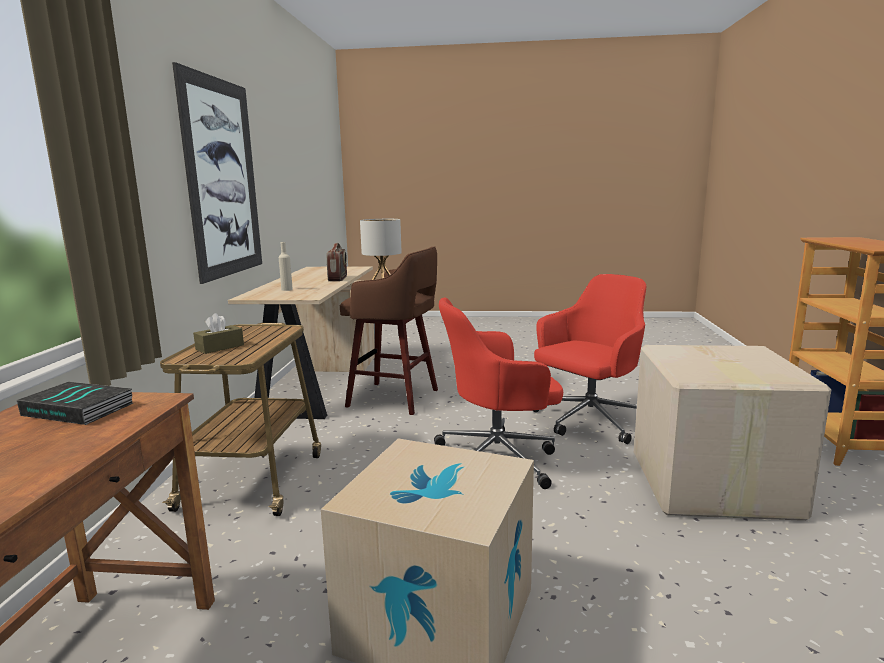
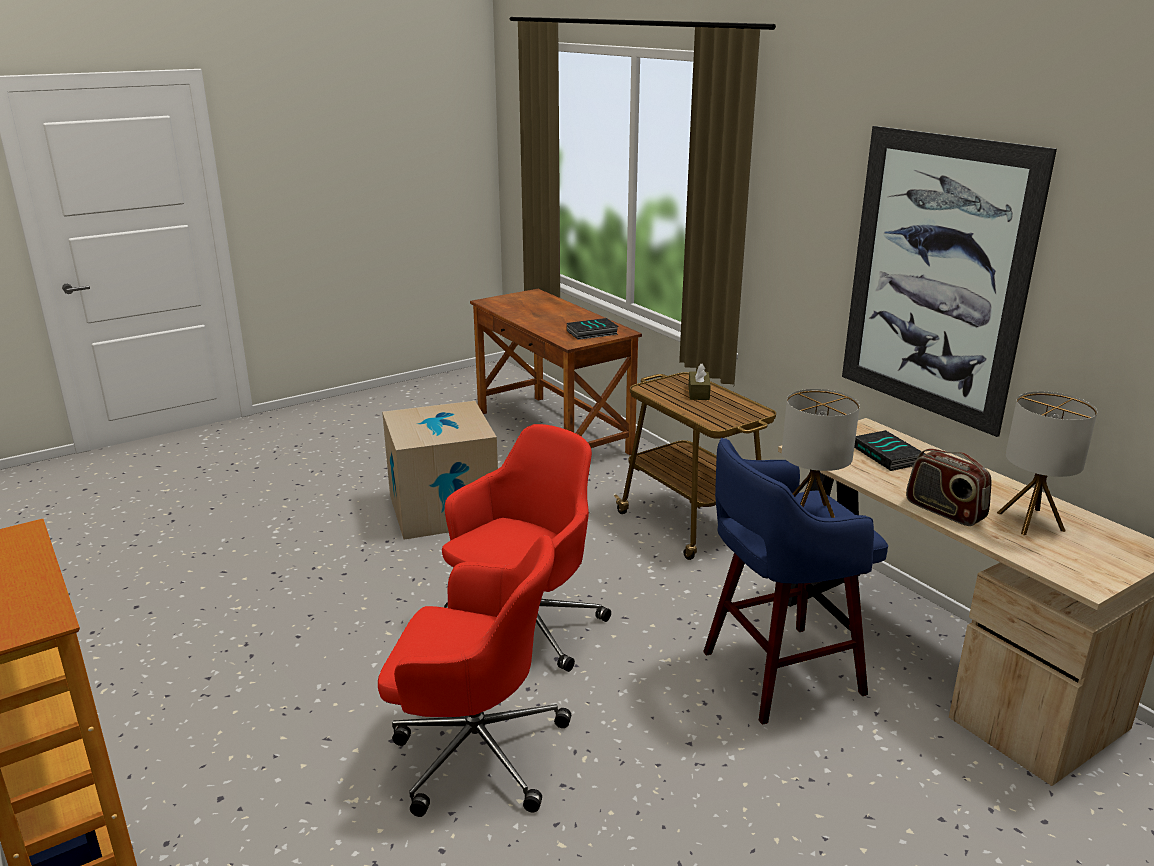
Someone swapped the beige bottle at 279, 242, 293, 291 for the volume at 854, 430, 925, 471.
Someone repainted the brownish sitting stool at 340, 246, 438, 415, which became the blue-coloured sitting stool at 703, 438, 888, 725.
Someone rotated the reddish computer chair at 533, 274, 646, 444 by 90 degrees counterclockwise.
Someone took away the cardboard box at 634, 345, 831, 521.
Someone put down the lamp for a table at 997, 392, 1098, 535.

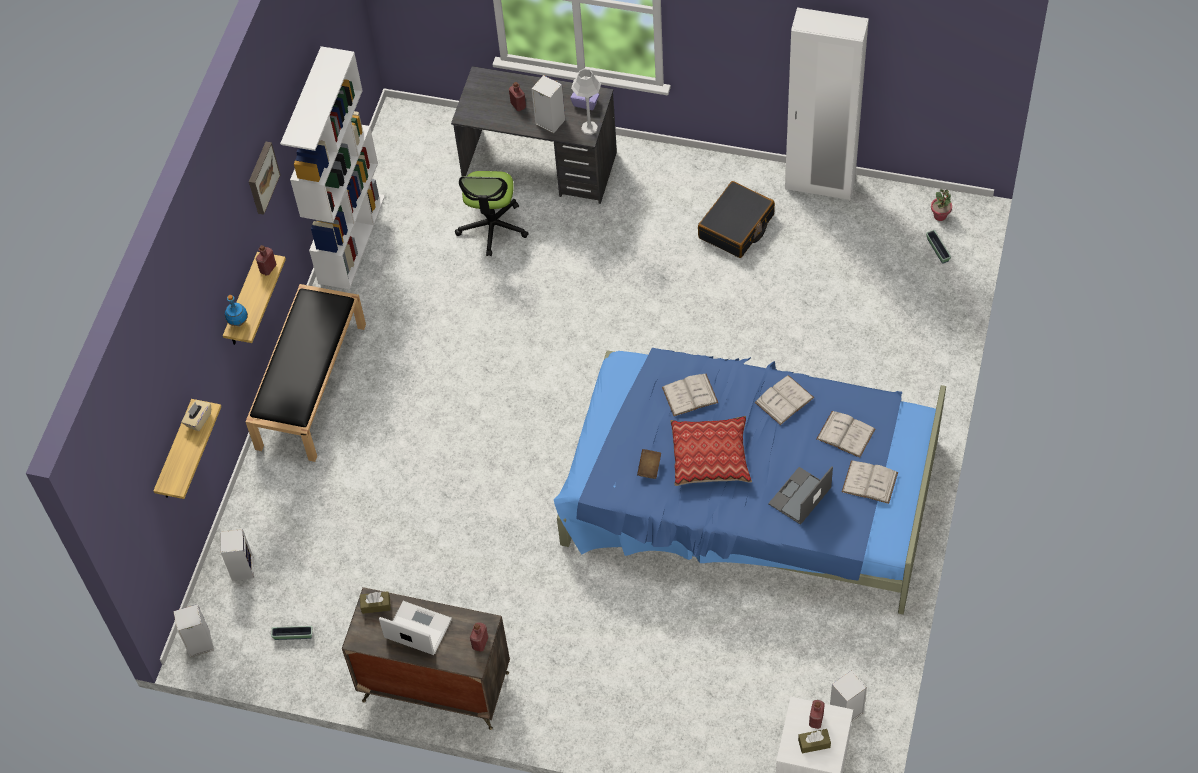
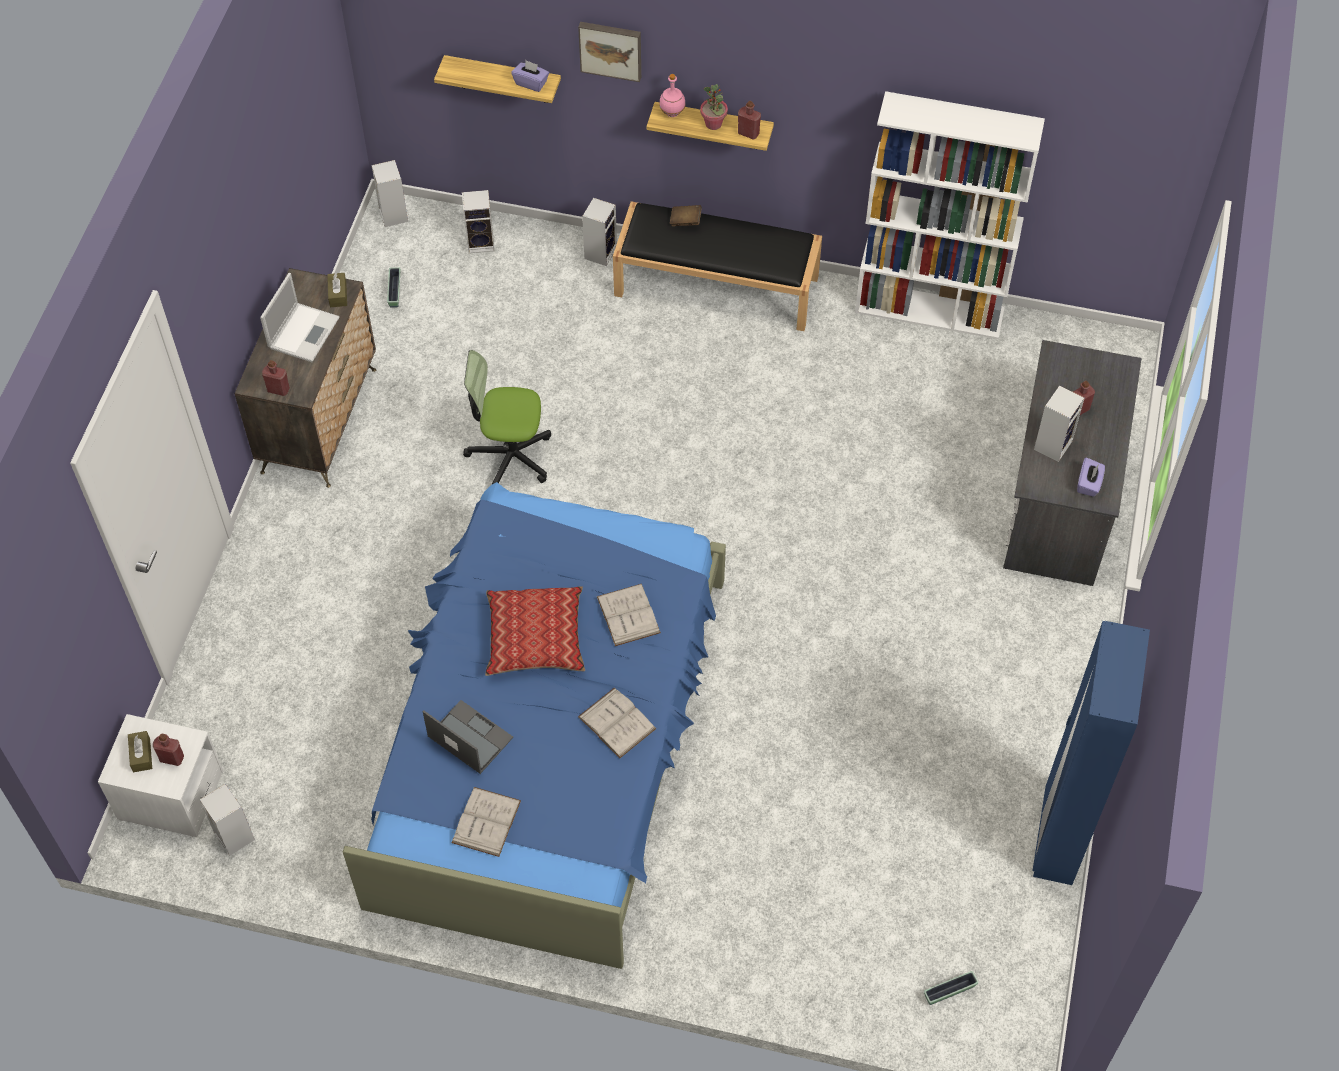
Someone repainted the white-coloured armoire at 785, 8, 869, 200, which became the blue-coloured armoire at 1033, 621, 1150, 885.
Someone took away the greyish lamp for a table at 571, 69, 601, 135.
Someone carried the picture from 249, 142, 281, 215 to 578, 22, 641, 82.
Someone carried the computer chair from 455, 171, 529, 256 to 463, 350, 551, 484.
Someone took away the blackish piece of luggage at 698, 181, 775, 258.
Someone carried the houseplant from 931, 189, 952, 221 to 700, 84, 728, 130.
Someone repainted the blue-coloured bottle at 225, 295, 248, 326, which became the pink-coloured bottle at 659, 74, 685, 117.
Someone repainted the beige tissue holder at 182, 400, 211, 431, which became the purple-coloured tissue holder at 511, 60, 549, 92.
Someone took away the white-coloured volume at 817, 411, 875, 458.
Someone carried the brownish volume from 637, 449, 661, 479 to 670, 205, 702, 226.
Someone put down the speaker at 582, 198, 617, 266.

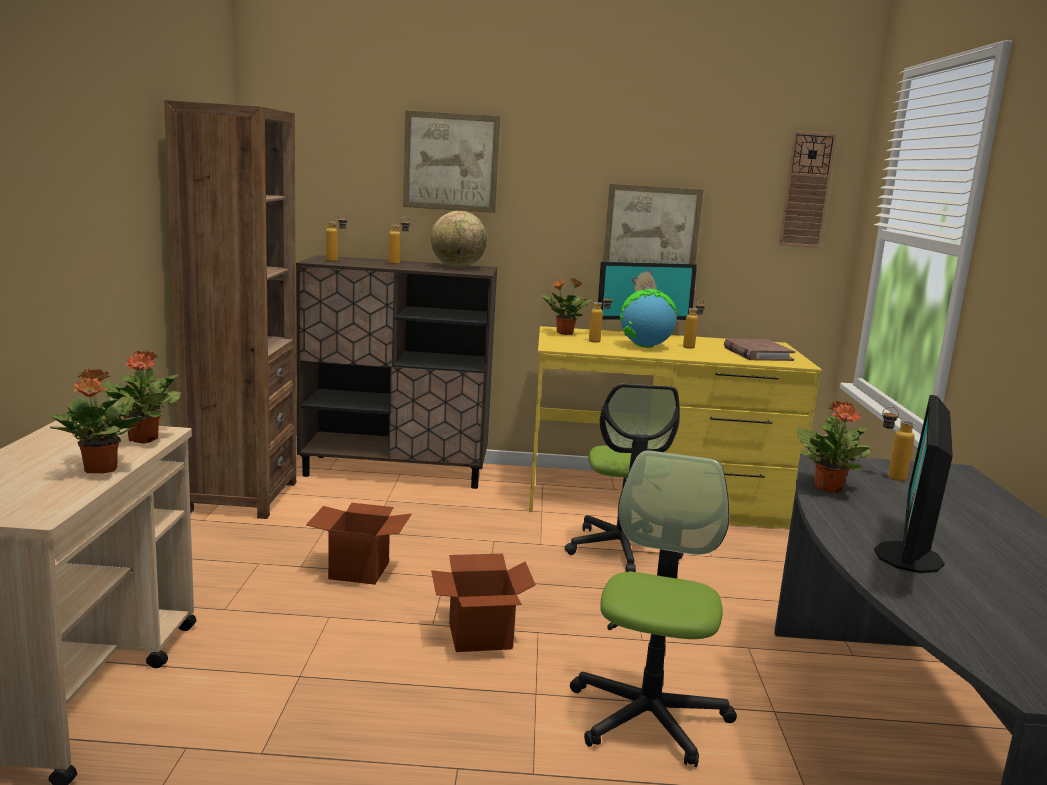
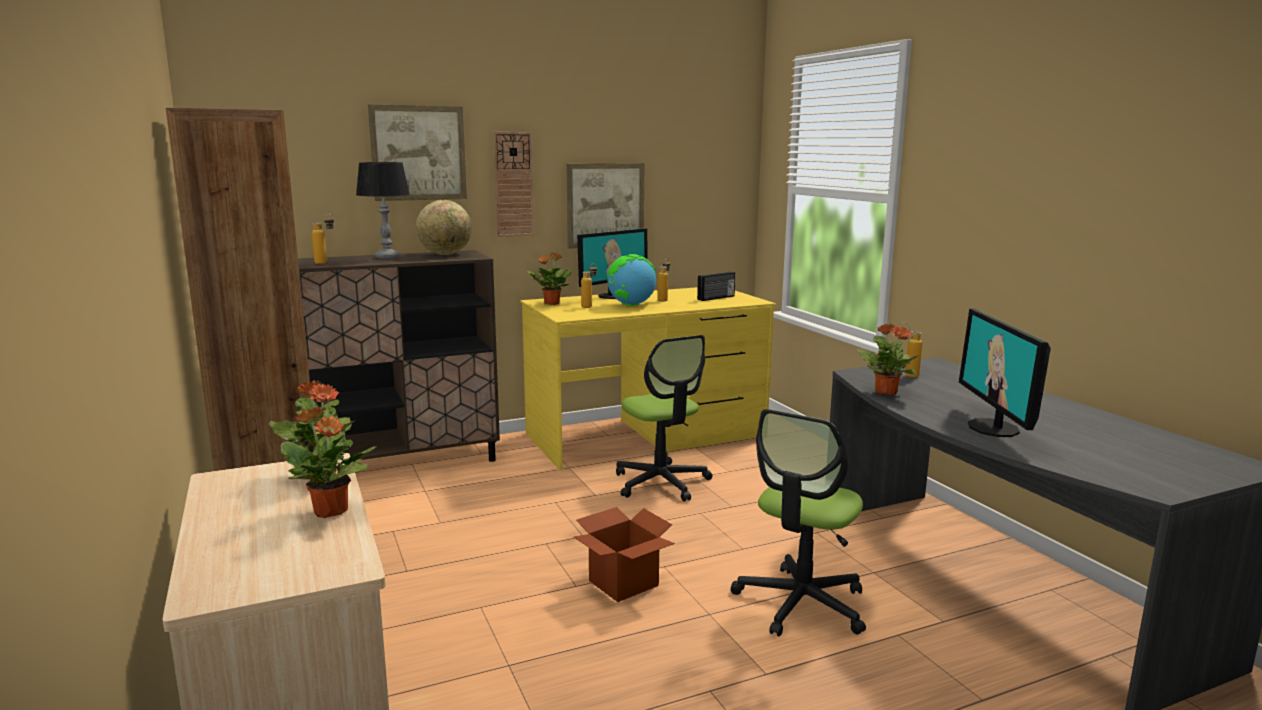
Someone carried the clock on the wall from 779, 131, 837, 248 to 493, 132, 534, 237.
Someone swapped the bottle at 388, 217, 410, 264 for the lamp for a table at 356, 162, 410, 259.
Someone swapped the brownish volume at 724, 338, 795, 361 for the radio receiver at 697, 272, 735, 301.
Someone rotated the computer chair at 570, 450, 737, 767 by 135 degrees counterclockwise.
Someone took away the cardboard box at 306, 503, 412, 585.

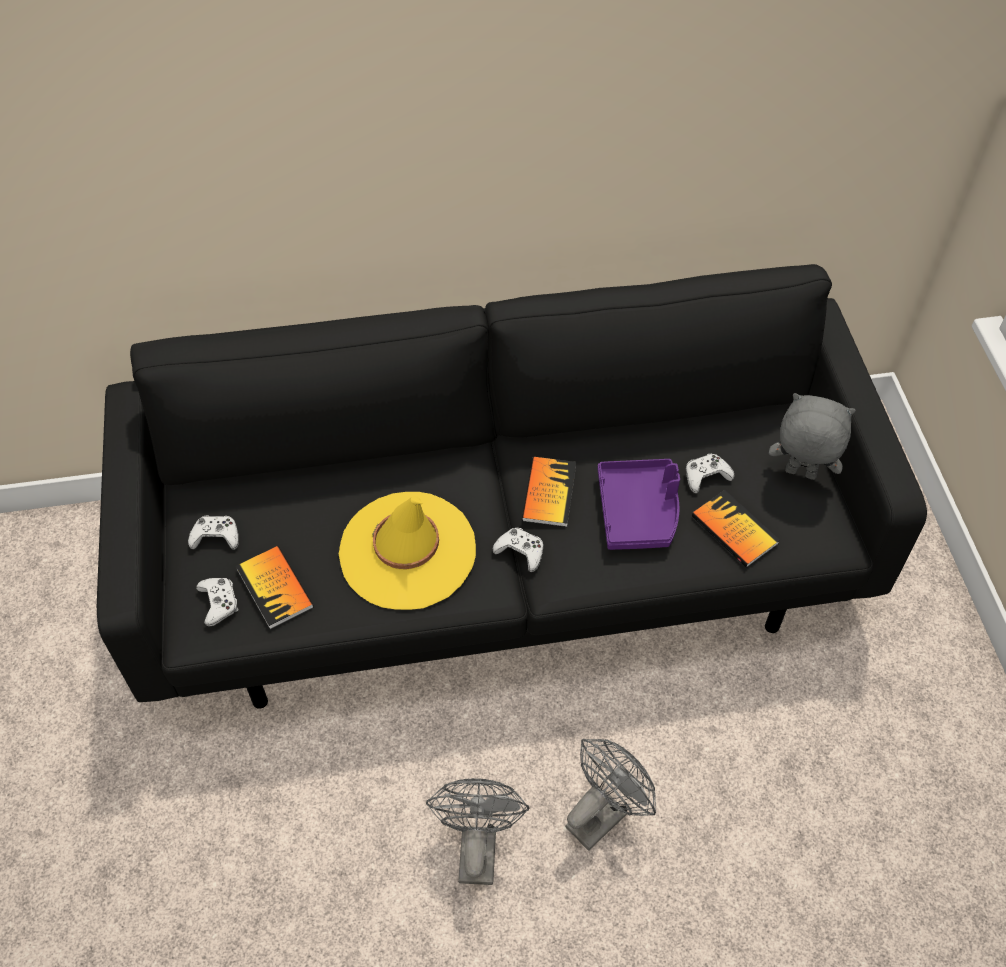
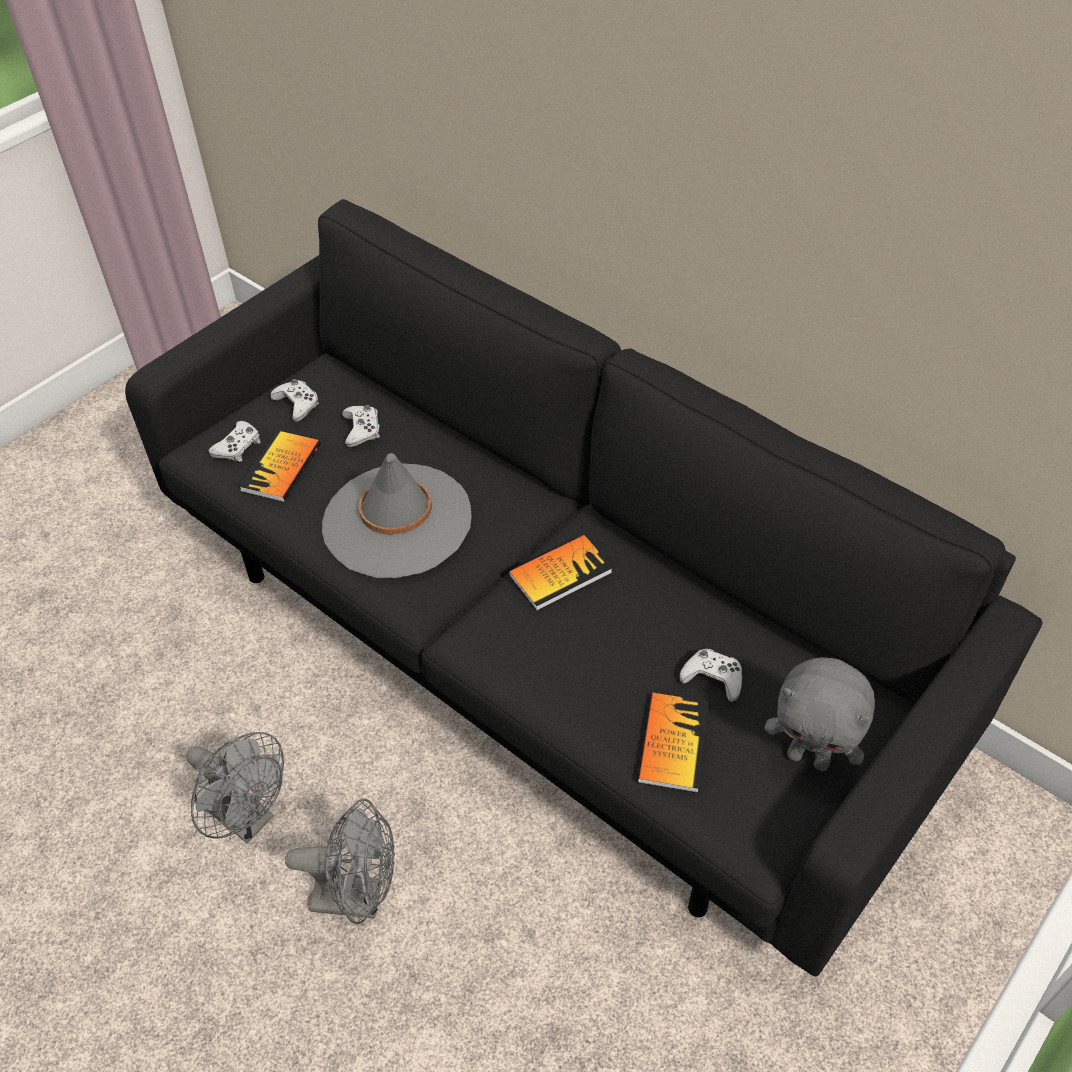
Someone rotated the greyish plush toy at 769, 393, 856, 480 by 135 degrees clockwise.
Someone took away the purple-coloured tray at 598, 459, 680, 550.
Someone repainted the yellow-coloured wearable hat at 339, 492, 476, 610, which became the greyish wearable hat at 322, 453, 472, 578.
Someone carried the white-coloured game controller from 492, 528, 544, 572 to 342, 405, 380, 447.
Someone rotated the greyish electric fan at 426, 778, 529, 885 by 75 degrees clockwise.

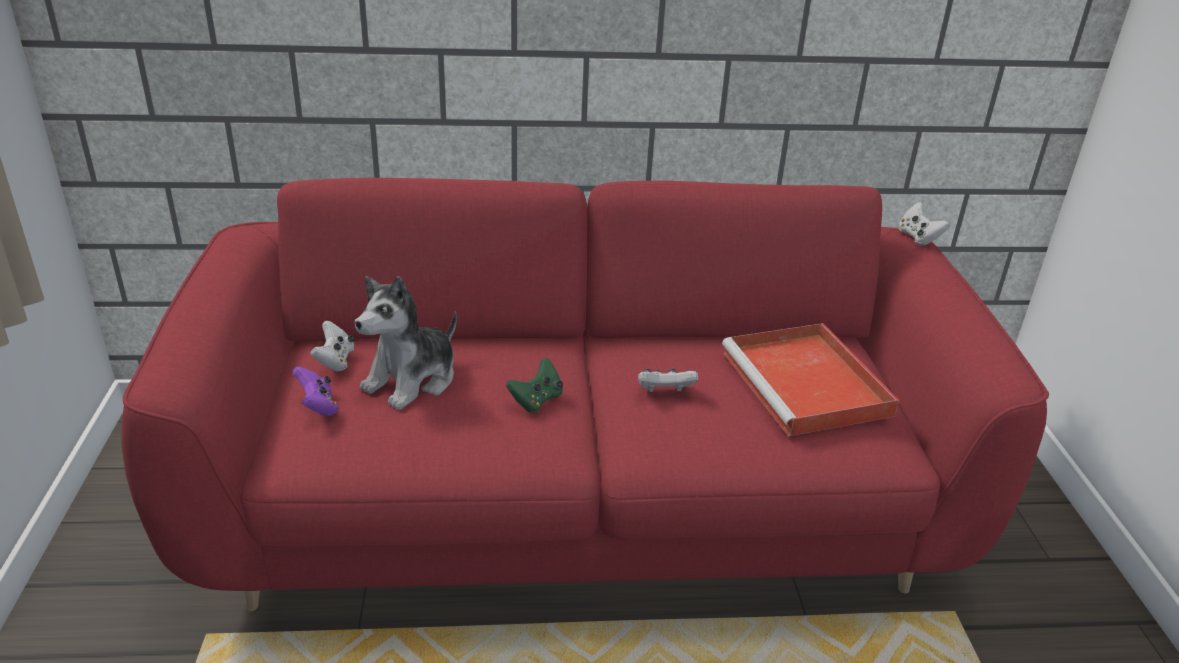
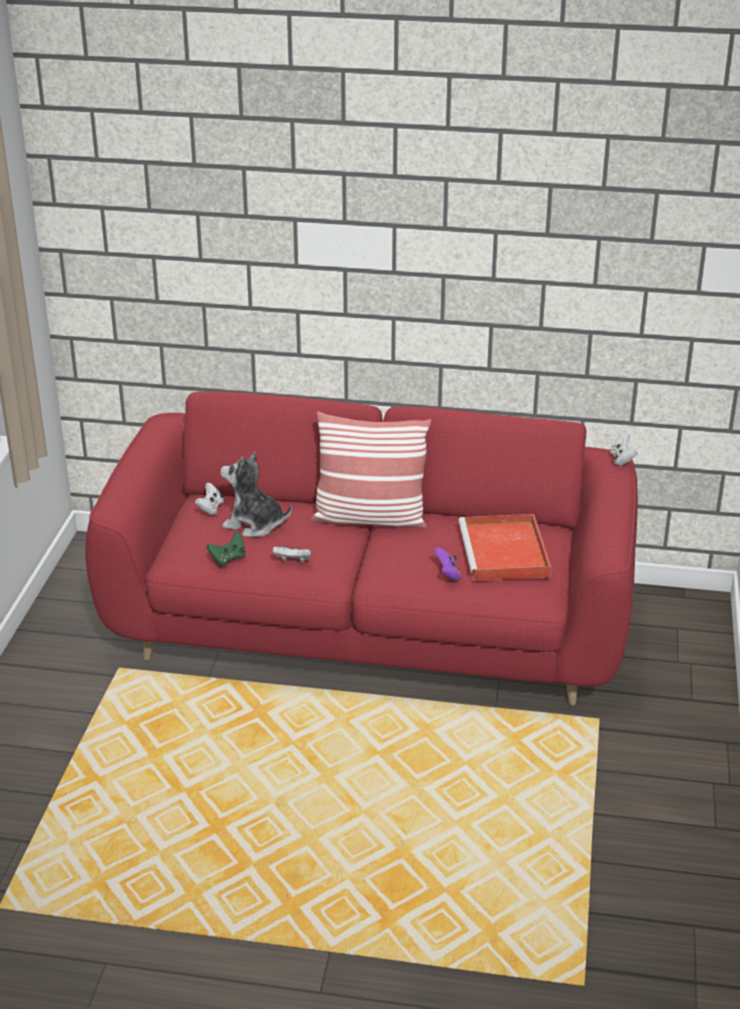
Someone rotated the plush toy at 355, 276, 457, 410 by 60 degrees clockwise.
Someone carried the green-coloured game controller from 506, 357, 563, 413 to 207, 532, 245, 566.
Someone carried the purple-coloured game controller from 292, 367, 338, 416 to 434, 547, 461, 580.
Someone carried the white-coloured game controller from 638, 369, 698, 392 to 272, 545, 311, 562.
Someone put down the throw pillow at 311, 411, 431, 529.

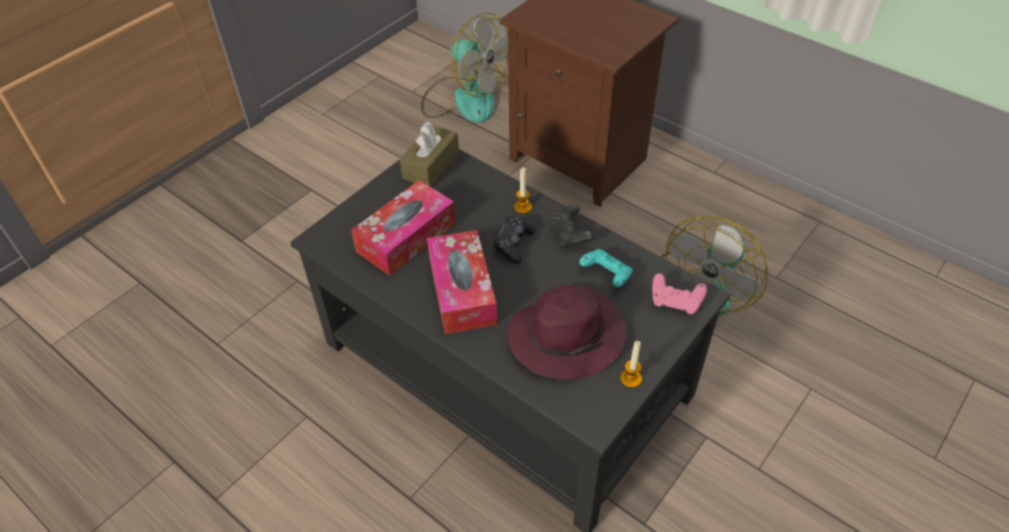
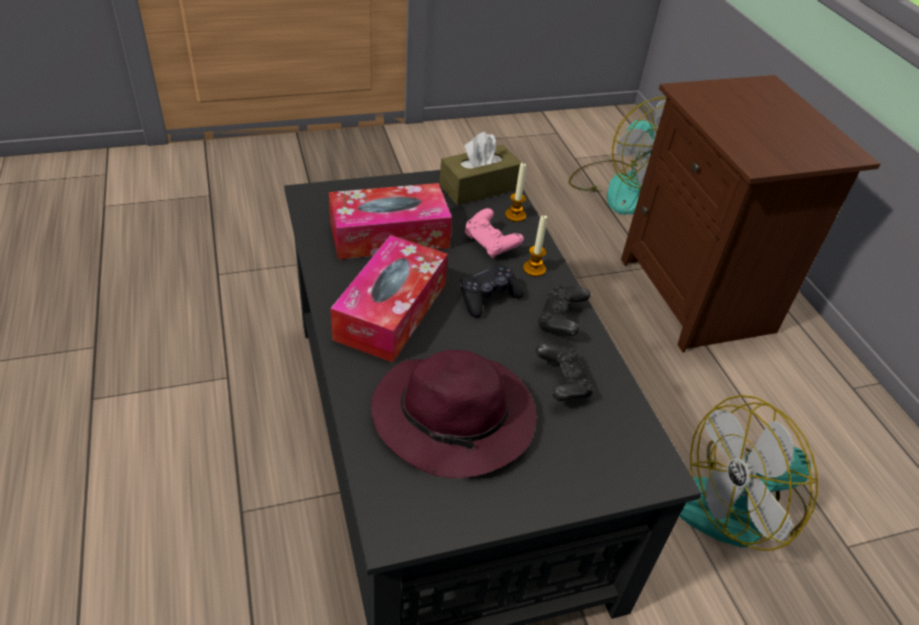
Someone repainted the turquoise-coloured game controller at 579, 249, 633, 288, which became the blackish game controller at 536, 344, 593, 401.
Someone carried the pink-coloured game controller from 652, 273, 707, 314 to 465, 208, 524, 258.
Someone carried the candle from 620, 341, 642, 388 to 505, 162, 526, 222.

